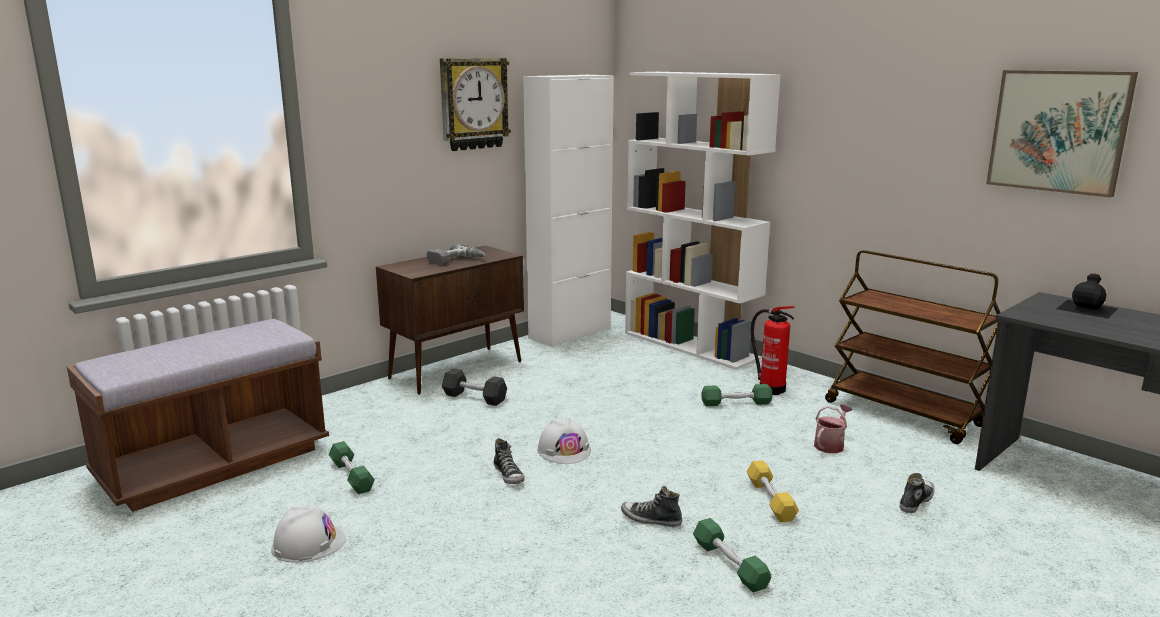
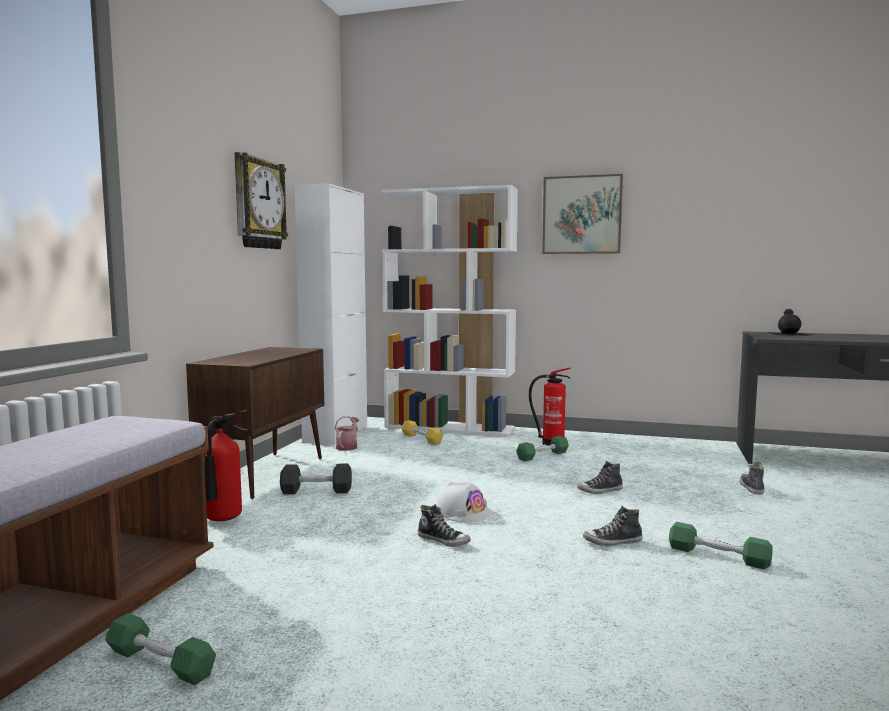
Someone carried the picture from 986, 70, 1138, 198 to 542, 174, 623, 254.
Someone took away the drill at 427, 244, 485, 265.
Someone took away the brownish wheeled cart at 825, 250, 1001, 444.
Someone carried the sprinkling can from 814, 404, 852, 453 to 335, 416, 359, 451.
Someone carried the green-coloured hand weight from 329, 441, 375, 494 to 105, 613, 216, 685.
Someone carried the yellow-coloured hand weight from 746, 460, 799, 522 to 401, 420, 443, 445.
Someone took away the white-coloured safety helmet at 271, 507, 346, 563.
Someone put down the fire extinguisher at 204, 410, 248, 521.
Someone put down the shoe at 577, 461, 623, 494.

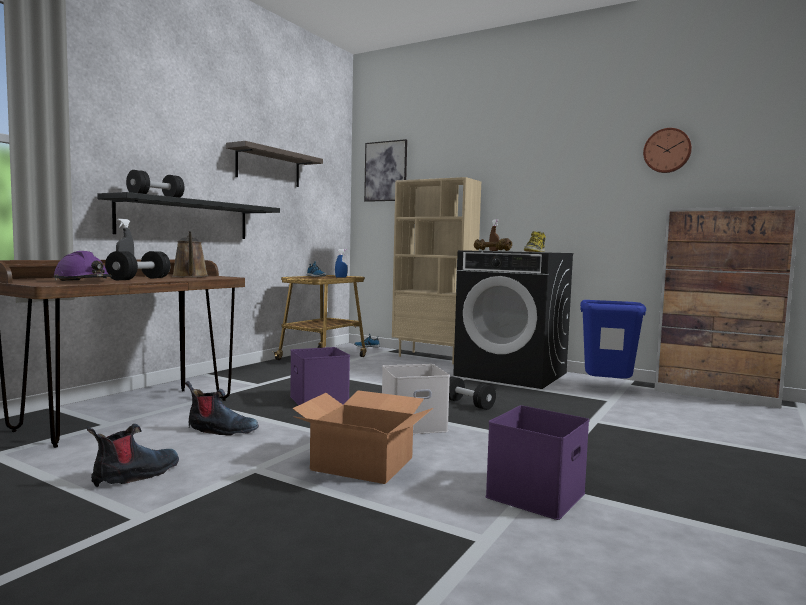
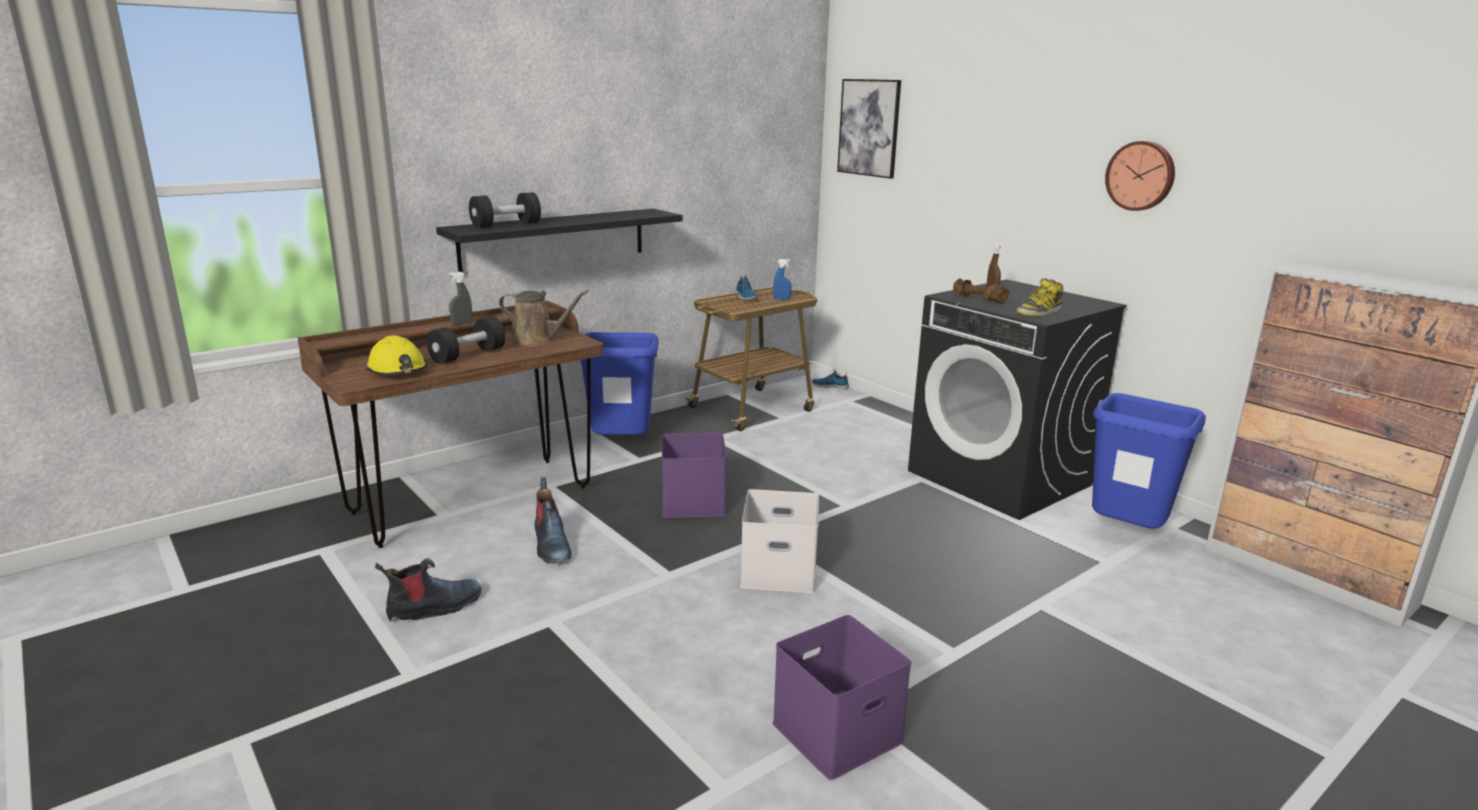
Someone carried the clock on the wall from 643, 128, 692, 173 to 1105, 141, 1175, 211.
Someone took away the bracket shelf at 226, 141, 323, 187.
Someone took away the beige bookcase at 392, 177, 481, 364.
Someone rotated the brownish sprinkling can at 172, 231, 208, 278 by 75 degrees counterclockwise.
Someone repainted the purple-coloured safety helmet at 53, 251, 112, 281, which became the yellow-coloured safety helmet at 366, 335, 427, 375.
Someone took away the blackish hand weight at 449, 376, 496, 410.
Someone rotated the high-top boot at 185, 381, 259, 436 by 45 degrees clockwise.
Someone took away the cardboard box at 292, 390, 433, 484.
Someone put down the blue-coloured rubbish bin at 581, 332, 659, 435.

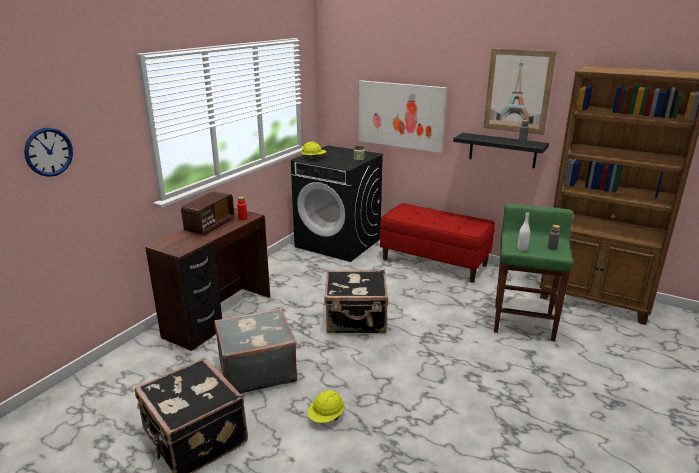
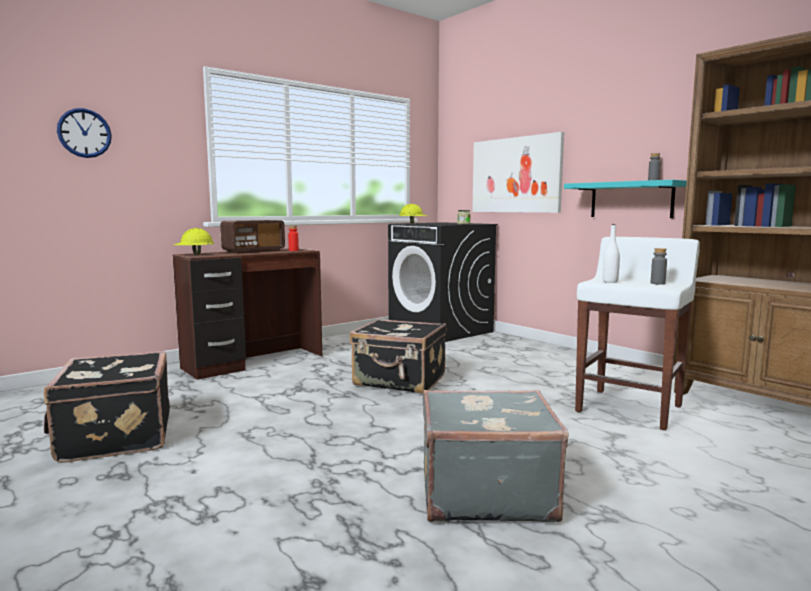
Someone took away the picture at 484, 48, 556, 135.
Someone repainted the blackish bracket shelf at 453, 133, 549, 168, which became the turquoise-coloured bracket shelf at 564, 180, 687, 218.
Someone took away the reddish indoor bench at 380, 203, 495, 283.
Someone repainted the green-coloured sitting stool at 494, 204, 573, 341, which became the white-coloured sitting stool at 575, 237, 700, 430.
Someone carried the greyish piece of luggage from 214, 308, 297, 394 to 423, 390, 569, 522.
Someone carried the yellow-coloured safety helmet from 308, 390, 344, 423 to 173, 228, 214, 255.

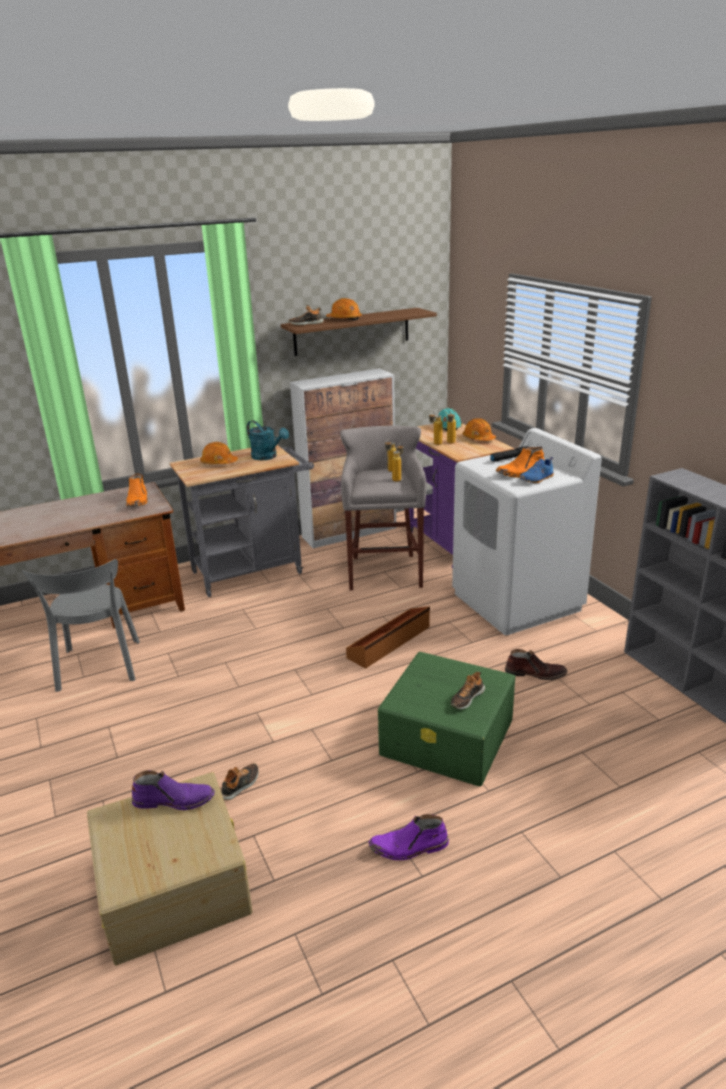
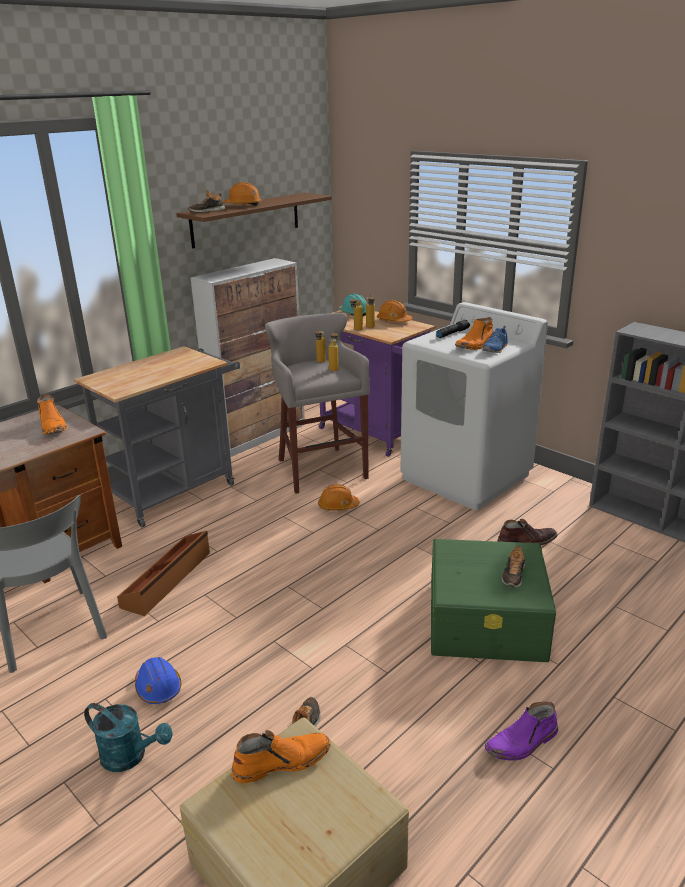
Someone carried the turquoise-coloured sprinkling can from 247, 420, 289, 460 to 84, 703, 173, 772.
Someone carried the orangey safety helmet from 200, 442, 238, 464 to 318, 484, 360, 511.
Someone carried the brownish storage box from 346, 606, 430, 669 to 117, 530, 210, 616.
Someone repainted the purple-coloured high-top boot at 132, 770, 215, 810, which became the orangey high-top boot at 232, 730, 331, 783.
Someone put down the blue-coloured safety helmet at 135, 657, 181, 704.

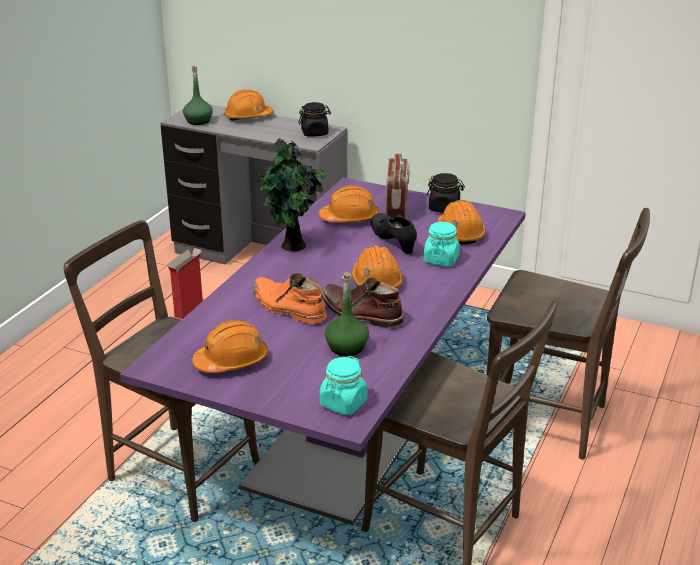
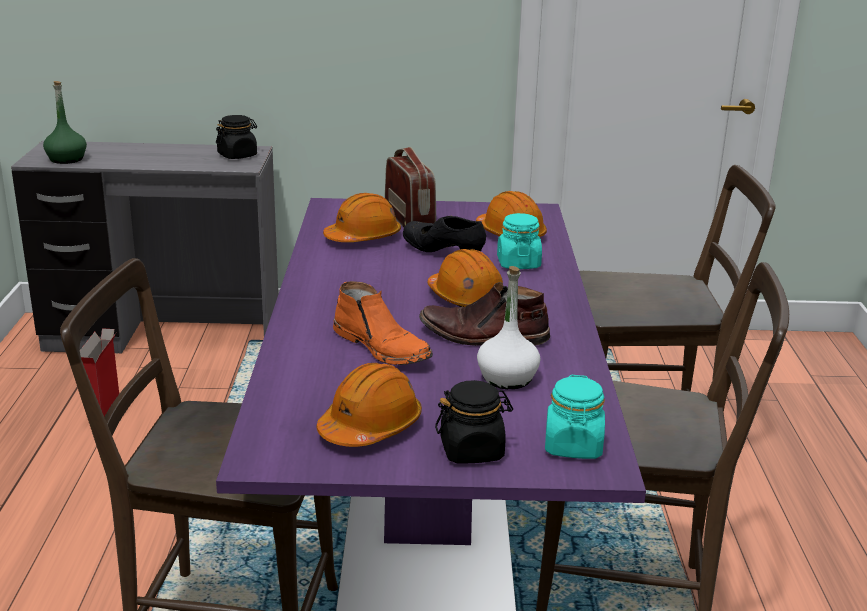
Someone took away the orangey safety helmet at 224, 89, 274, 121.
Someone took away the houseplant at 257, 138, 327, 252.
Someone carried the blackish storage jar from 426, 173, 465, 213 to 435, 380, 513, 463.
Someone repainted the green-coloured bottle at 325, 272, 369, 356, which became the white-coloured bottle at 477, 266, 540, 389.
Someone rotated the orangey high-top boot at 253, 273, 327, 324 by 150 degrees counterclockwise.

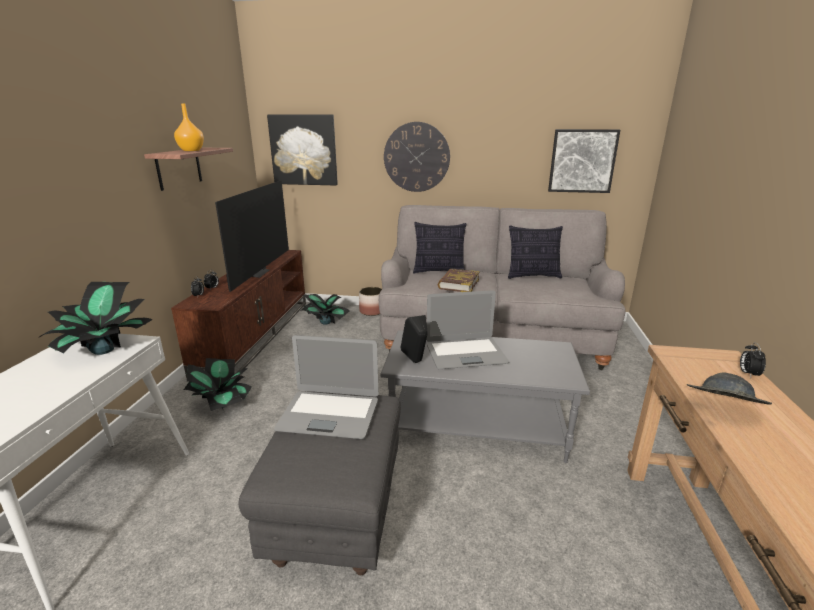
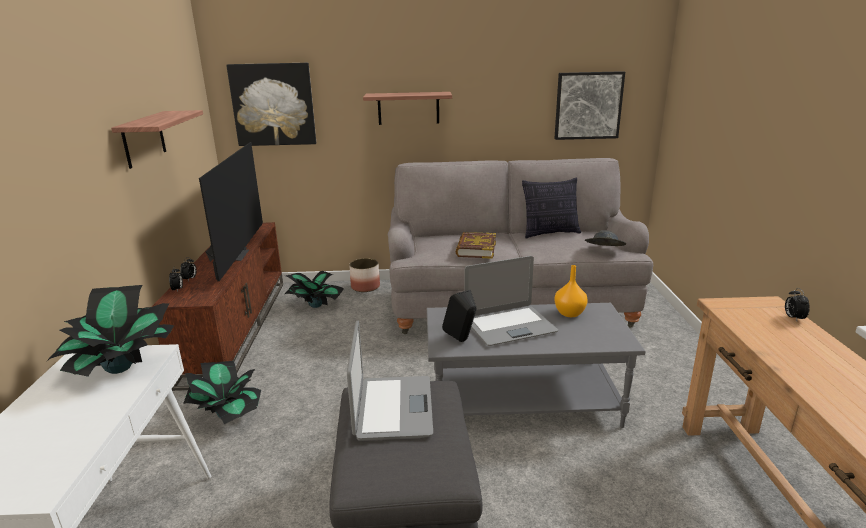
Someone carried the orangey flower vase from 174, 103, 204, 151 to 555, 265, 588, 317.
Someone swapped the clock on the wall at 384, 122, 450, 192 for the bracket shelf at 363, 92, 452, 125.
Someone took away the throw pillow at 413, 222, 466, 274.
Someone rotated the laptop at 274, 335, 379, 439 by 90 degrees counterclockwise.
Someone carried the greyish wearable hat from 687, 372, 772, 405 to 585, 230, 626, 246.

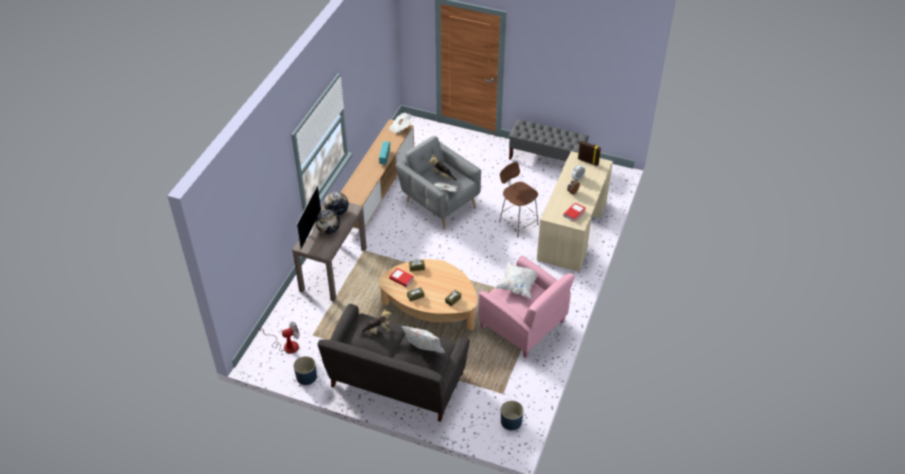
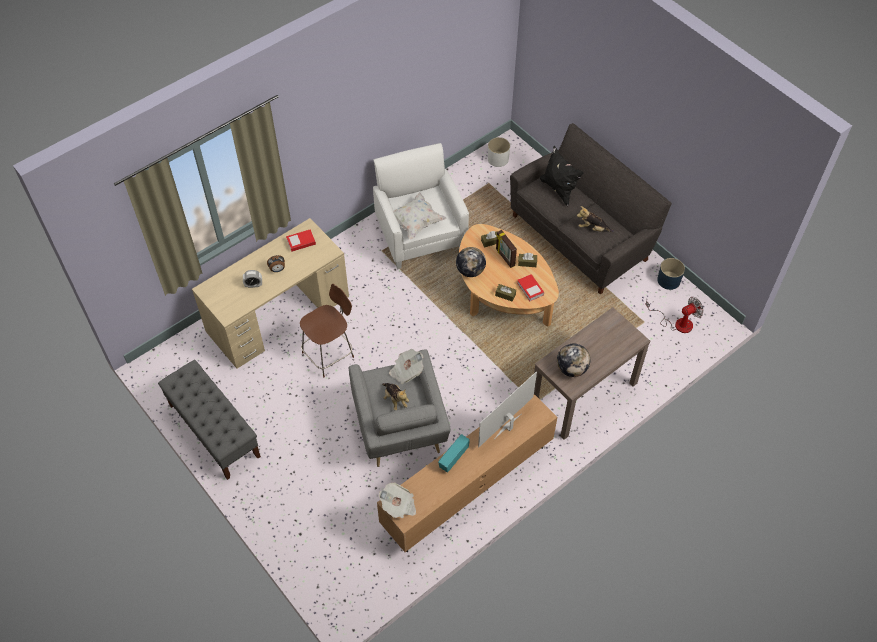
Someone carried the picture frame from 578, 141, 601, 166 to 496, 230, 517, 268.
Someone rotated the brownish upright chair at 499, 162, 538, 237 by 120 degrees counterclockwise.
Someone carried the television from 296, 184, 321, 251 to 478, 371, 537, 447.
Someone carried the desk globe from 315, 210, 340, 234 to 456, 247, 486, 277.
Someone repainted the pink-coloured easy chair at 478, 256, 575, 358, which became the white-coloured easy chair at 373, 143, 469, 269.
Someone rotated the electric fan at 259, 322, 300, 354 by 150 degrees clockwise.
Someone repainted the white-coloured throw pillow at 401, 326, 445, 353, which became the blackish throw pillow at 540, 146, 584, 207.
Someone repainted the blue-coloured flower pot at 501, 401, 524, 430, which became the white-coloured flower pot at 488, 137, 510, 167.

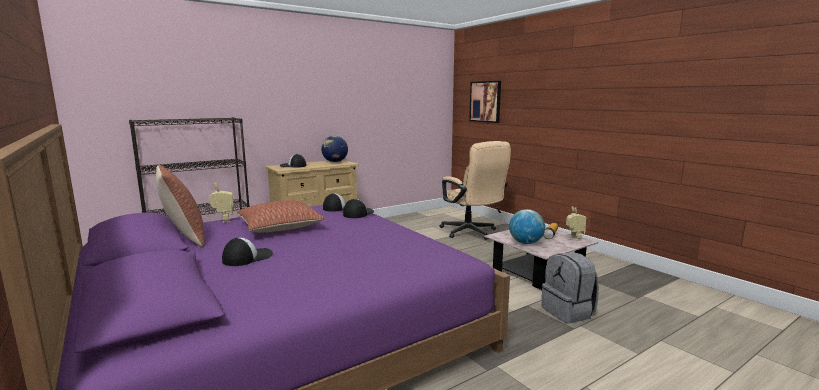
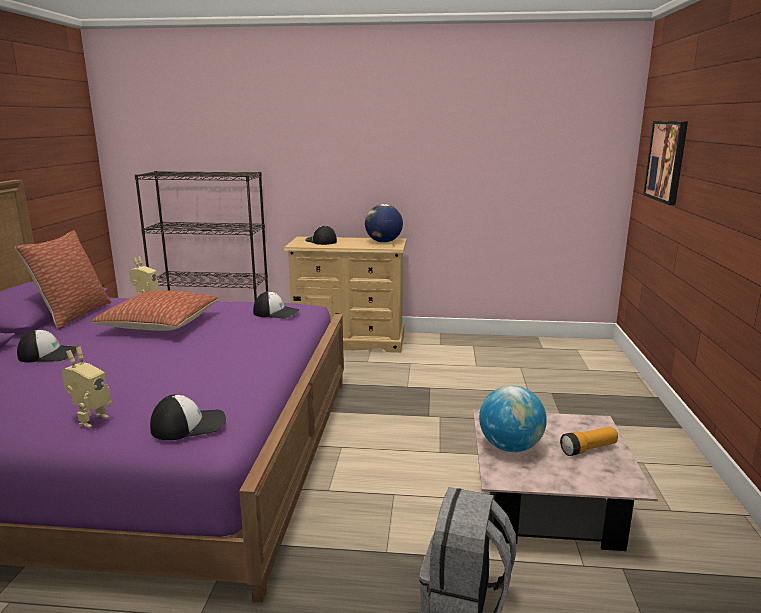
Someone took away the beige computer chair at 439, 141, 511, 240.
Someone carried the baseball cap from 343, 199, 374, 218 to 150, 395, 226, 440.
Someone carried the toy robot from 566, 206, 586, 241 to 62, 347, 111, 428.

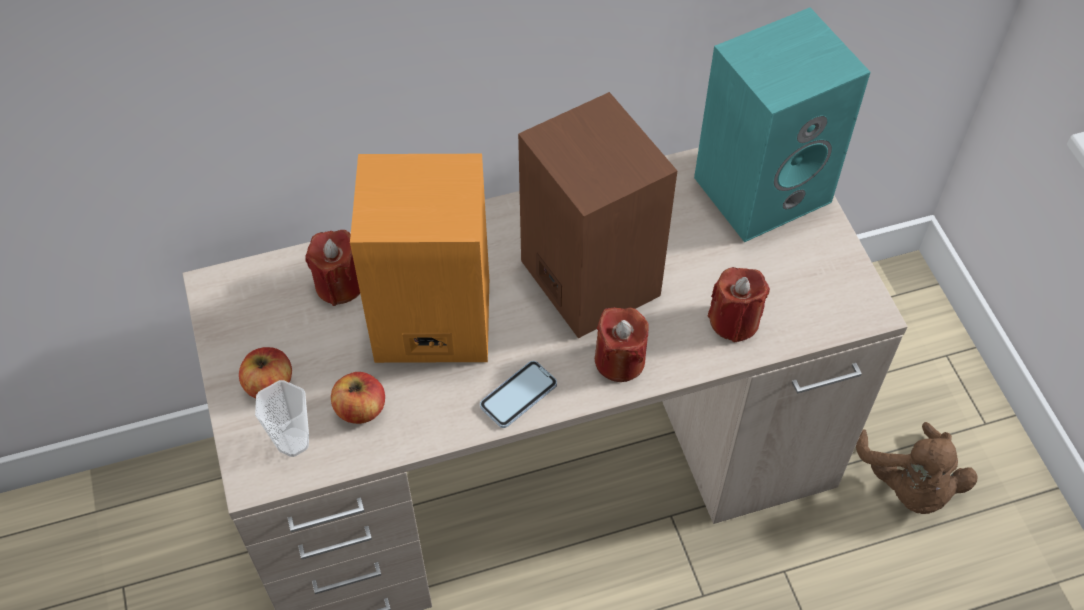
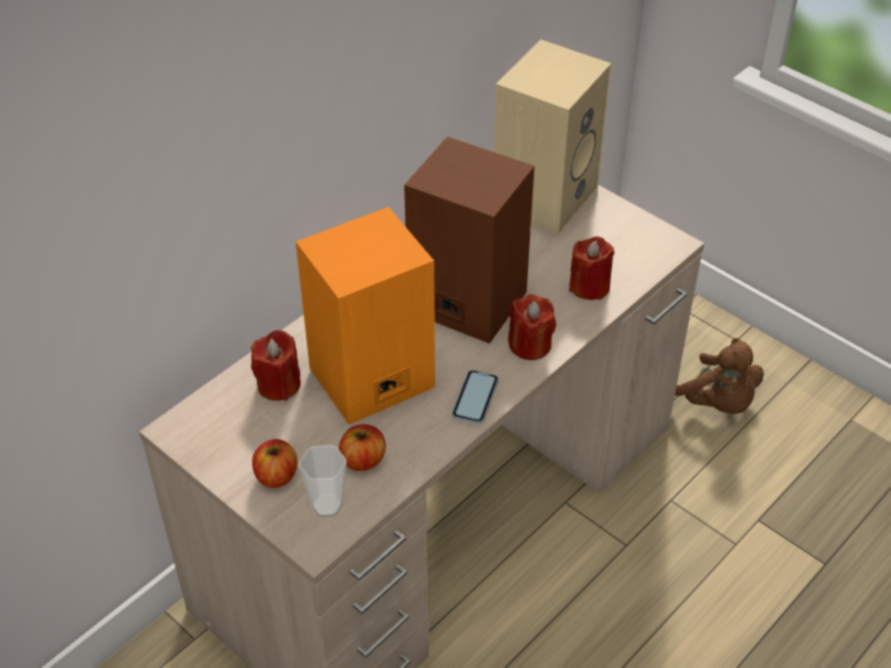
Someone repainted the turquoise-coloured speaker at 694, 7, 870, 242, which became the beige speaker at 494, 39, 611, 235.

